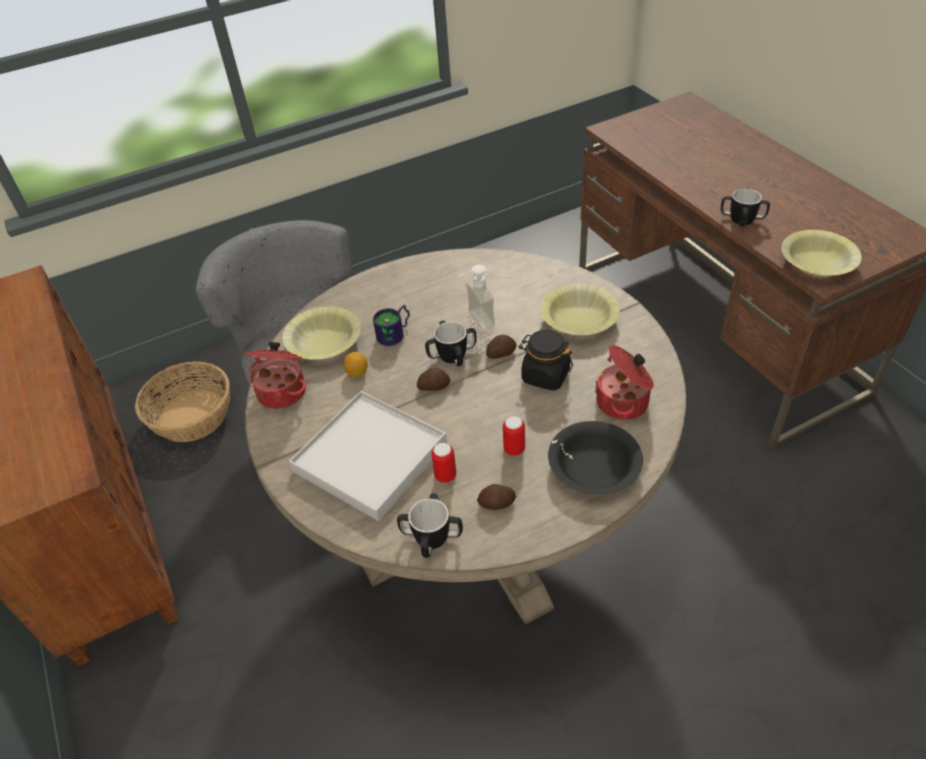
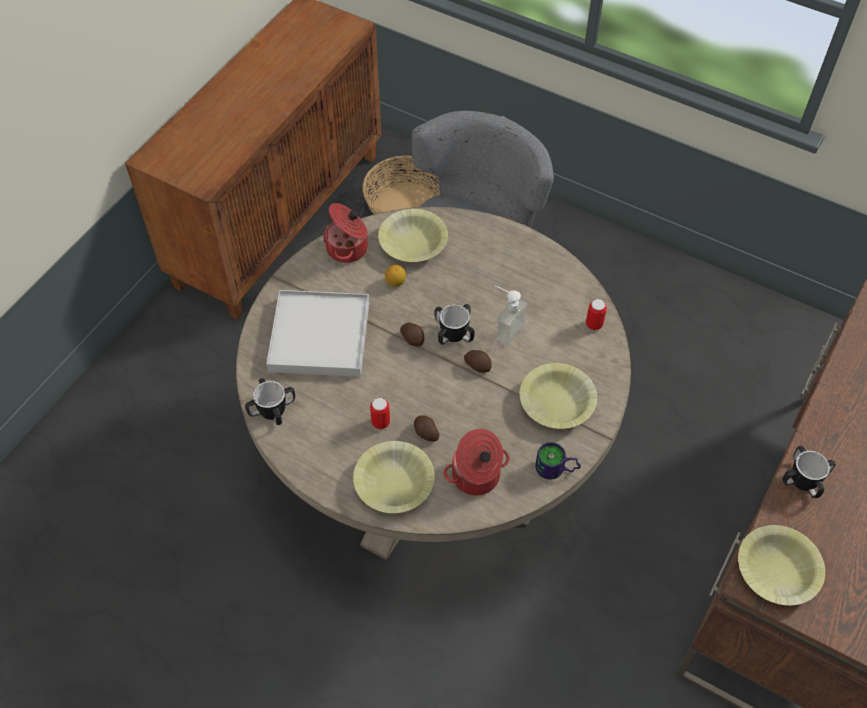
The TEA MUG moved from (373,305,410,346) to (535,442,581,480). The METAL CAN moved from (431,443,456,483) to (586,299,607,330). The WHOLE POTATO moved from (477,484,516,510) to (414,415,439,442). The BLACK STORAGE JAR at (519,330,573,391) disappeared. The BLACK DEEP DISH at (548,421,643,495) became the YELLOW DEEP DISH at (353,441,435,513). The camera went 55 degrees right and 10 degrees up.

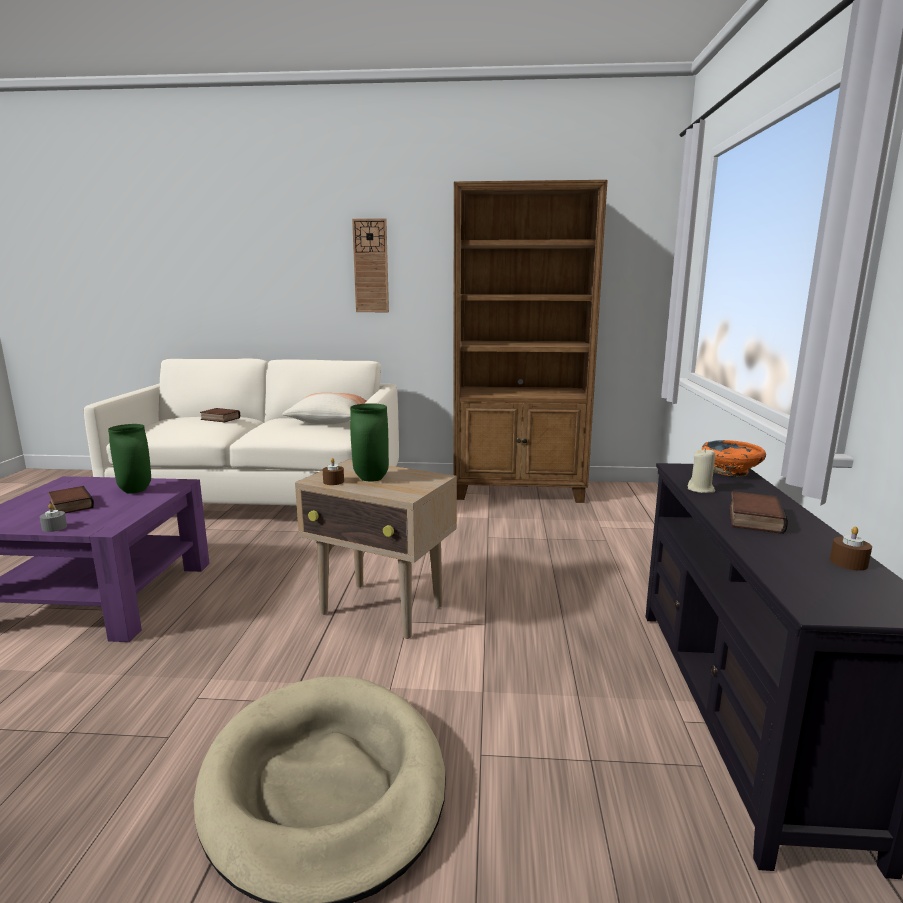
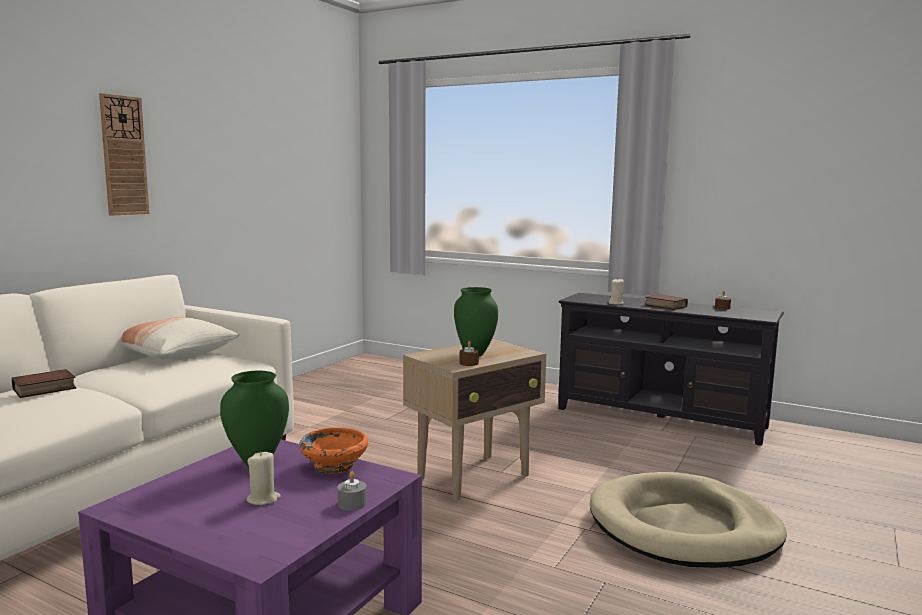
The BOOK at (48,486,94,513) was replaced by the BEIGE-COLOURED WAX LIGHT at (246,451,280,505). The BROWN SHELVING UNIT at (453,180,608,503) disappeared. The ORANGE DEEP DISH moved from (702,440,766,477) to (299,427,368,474). The camera went 65 degrees left and 5 degrees down.

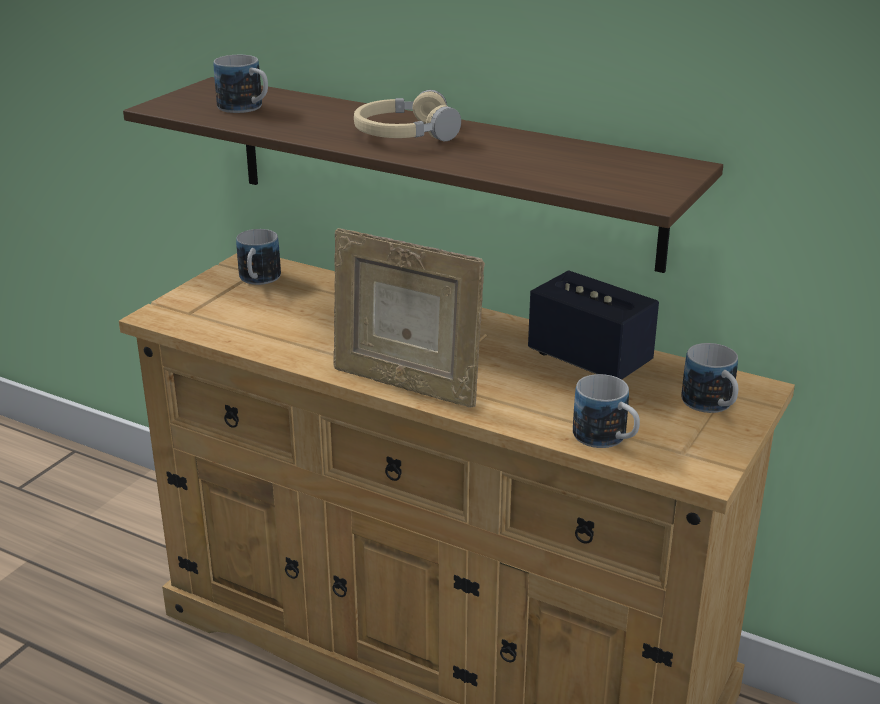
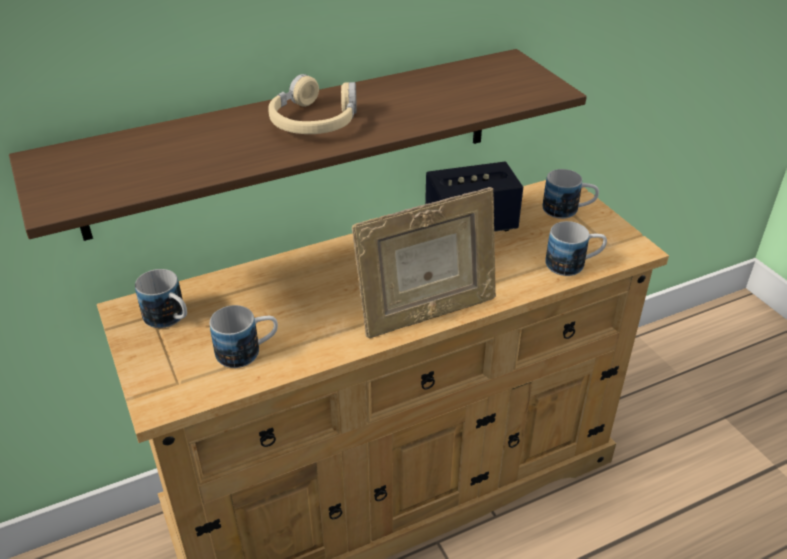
The TEA MUG moved from (214,55,268,113) to (210,305,278,368). The camera went 55 degrees left and 10 degrees up.

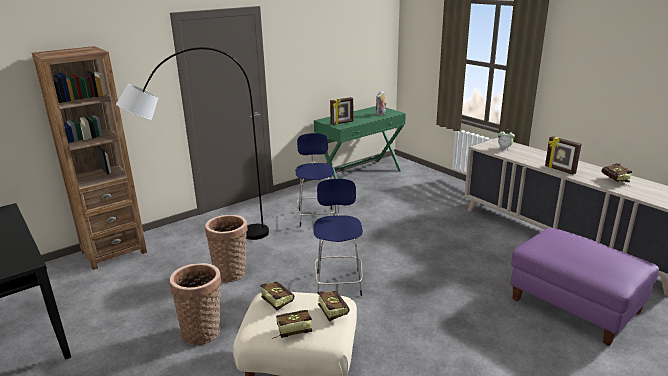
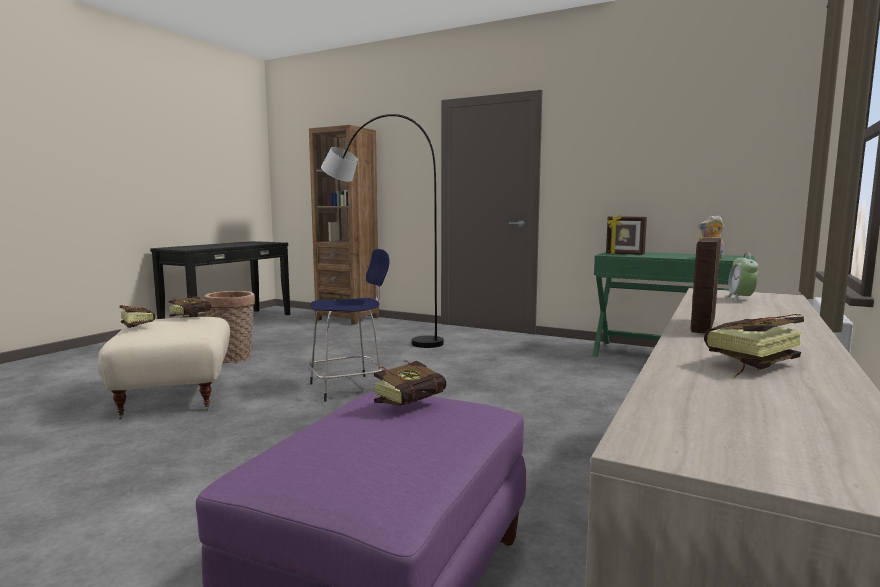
The HOUSEHOLD BASKET at (205,215,248,282) disappeared. The BLUISH SITTING STOOL at (295,133,335,227) disappeared. The BOOK moved from (318,291,350,322) to (374,360,446,406). The camera went 65 degrees right and 15 degrees down.

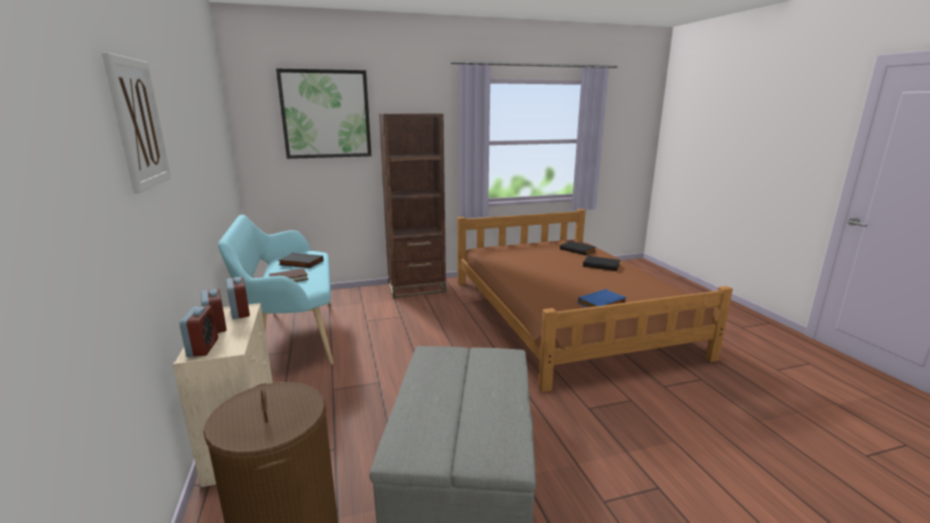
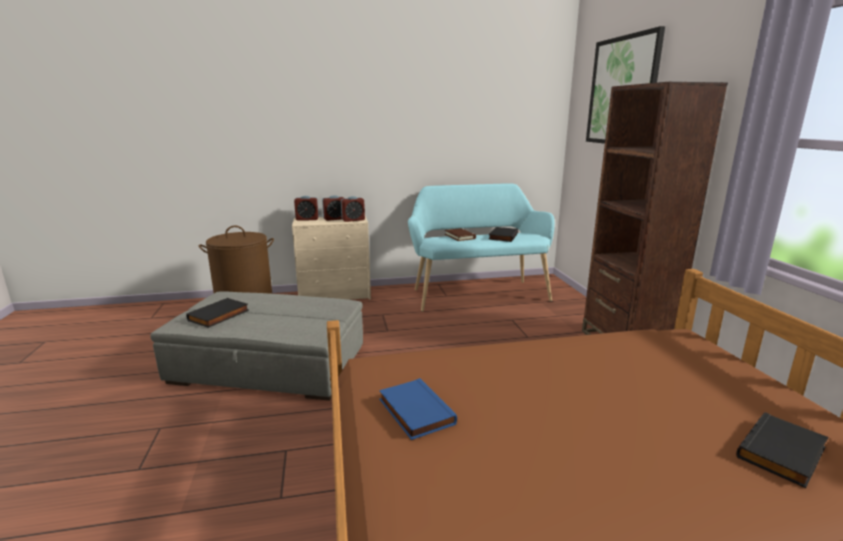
The WALL PICTURE at (102,52,171,193) disappeared. The BLACK BOOK moved from (583,256,621,271) to (186,298,249,328). The camera went 95 degrees right and 0 degrees up.

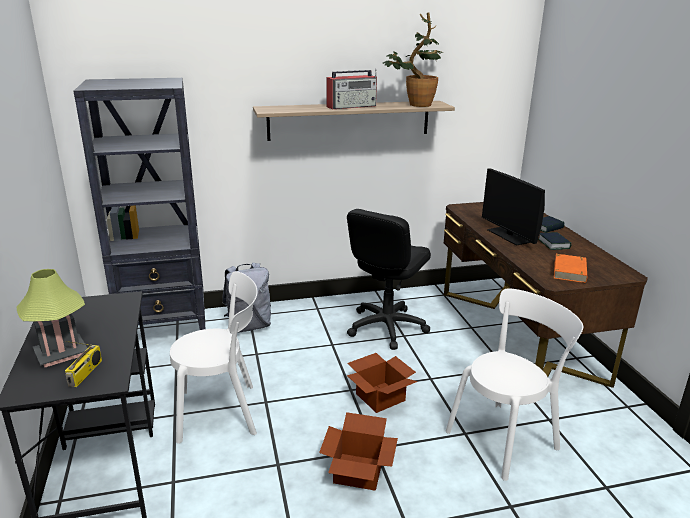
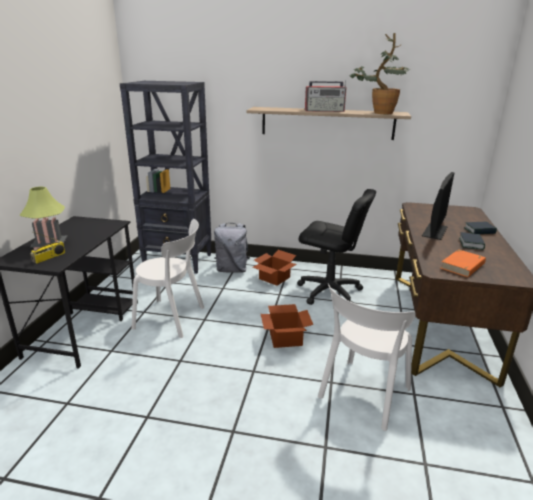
The PACKING BOX moved from (319,412,398,491) to (253,250,297,286). The BLACK COMPUTER CHAIR at (347,209,431,350) turned 120 degrees counterclockwise. The WHITISH PLAIN CHAIR at (446,288,583,481) turned 135 degrees clockwise. The COMPUTER SCREEN at (482,168,545,246) turned 150 degrees counterclockwise. The camera went 25 degrees right and 0 degrees up.

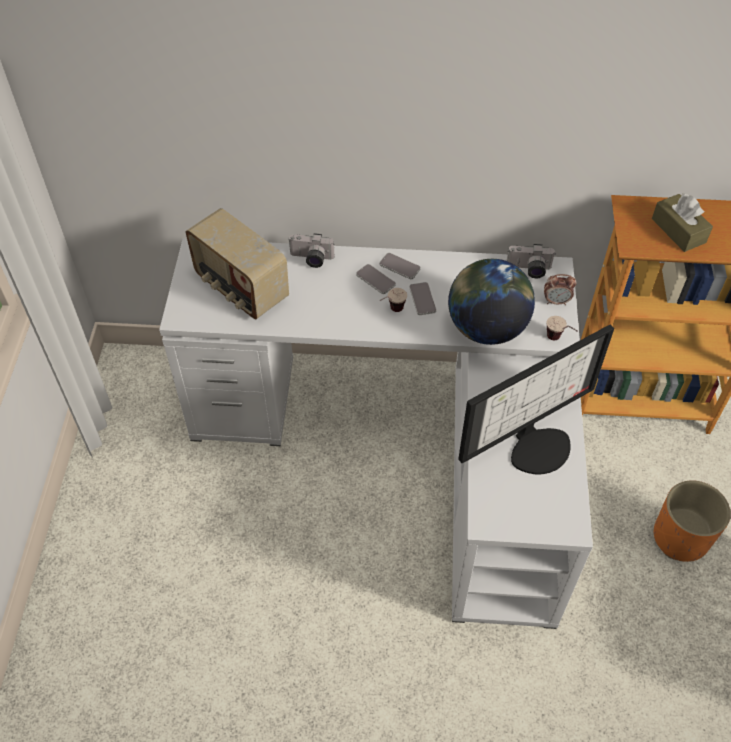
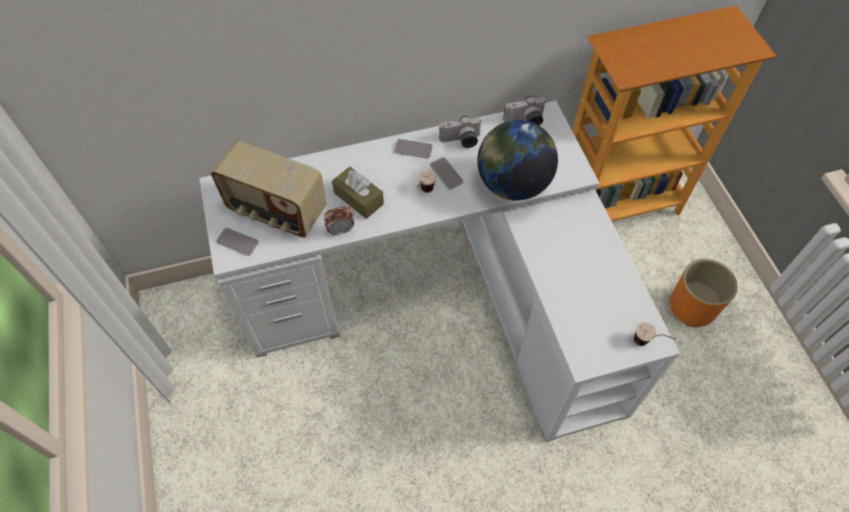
The PHOTO CAMERA moved from (289,233,335,268) to (439,116,482,148). The TELEPHONE moved from (356,264,396,294) to (216,228,259,256). The COMPUTER SCREEN at (458,325,614,475) disappeared. The TABLE CLOCK moved from (544,274,576,305) to (324,206,354,236). The SMALL CUP moved from (547,316,578,340) to (634,322,676,346). The BROWN TISSUE HOLDER moved from (652,193,713,252) to (332,167,384,219). The camera went 20 degrees left and 5 degrees up.

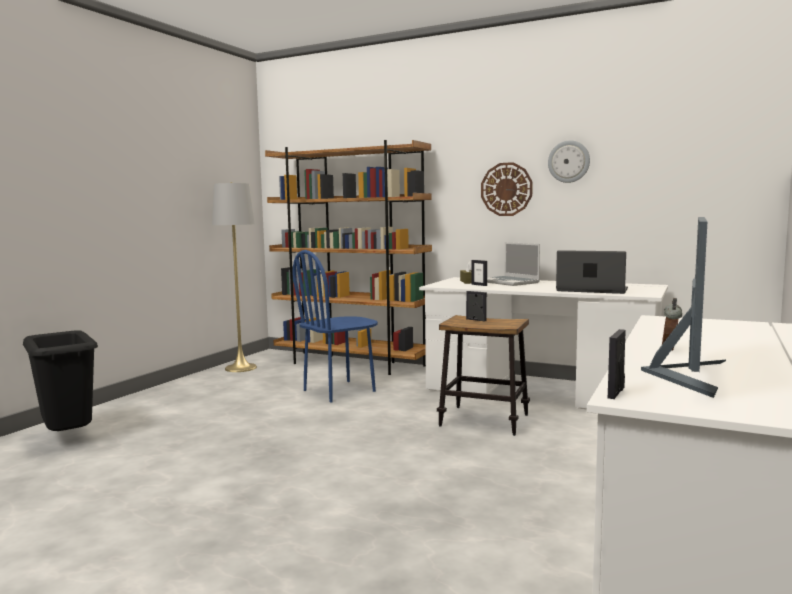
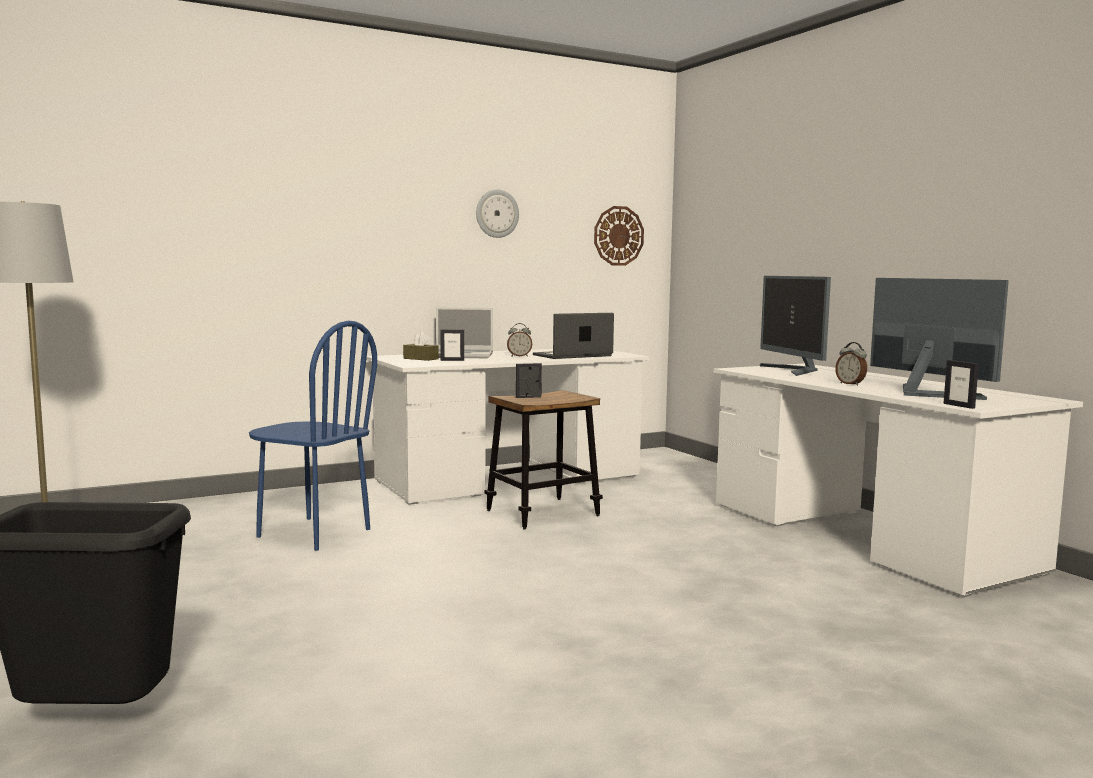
The BROWN SHELVING UNIT at (265,140,432,375) disappeared. The BLUISH PLAIN CHAIR at (292,250,378,402) turned 60 degrees counterclockwise. The HANGING CLOCK moved from (481,162,533,216) to (594,206,644,266). The TABLE CLOCK at (507,323,532,357) appeared. The COMPUTER SCREEN at (760,276,831,376) appeared. The camera went 55 degrees left and 0 degrees up.

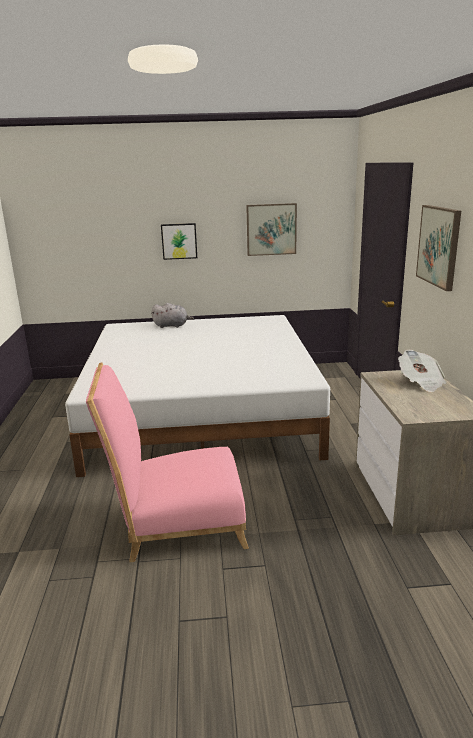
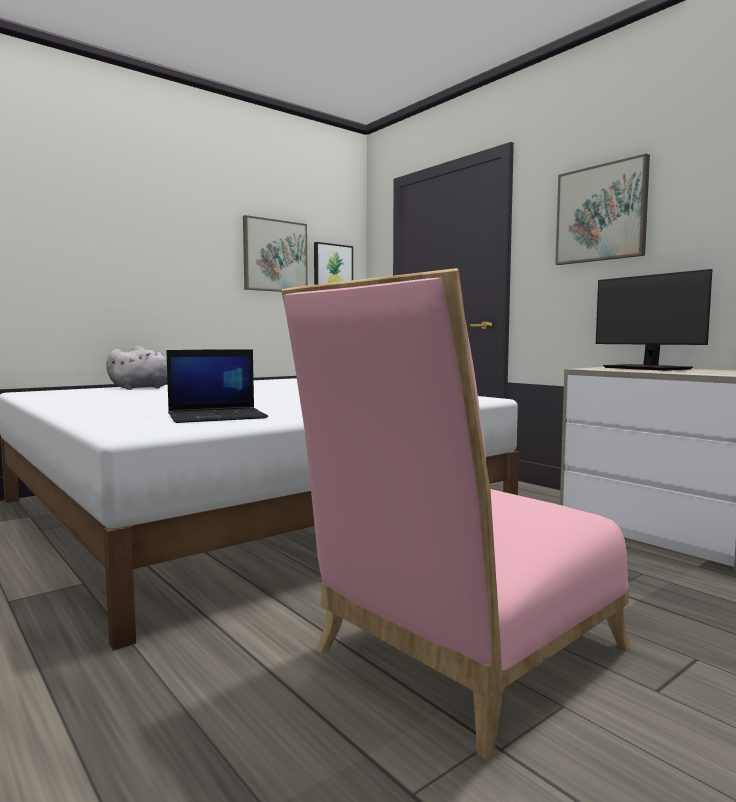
The WALL PICTURE moved from (161,223,197,260) to (314,242,353,285). The DAILY PAPER at (398,350,447,392) was replaced by the COMPUTER SCREEN at (596,269,712,371). The LAPTOP at (166,349,268,423) appeared. The camera went 35 degrees left and 15 degrees down.

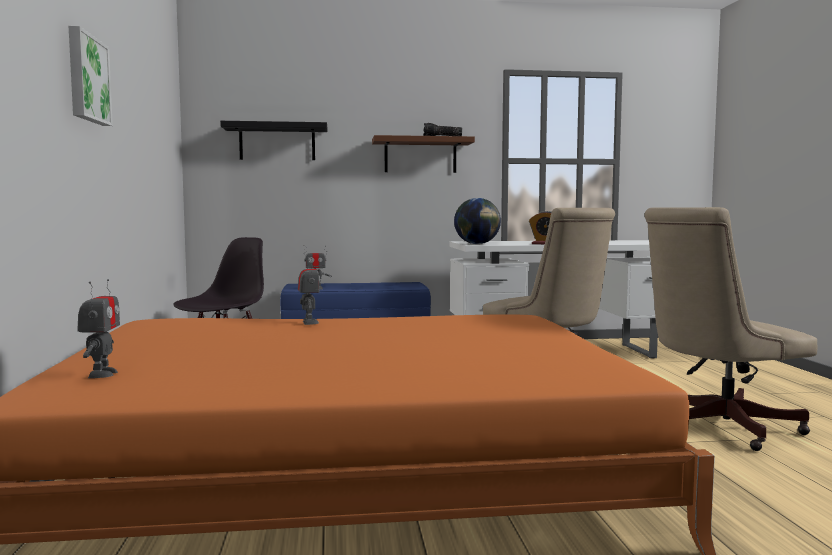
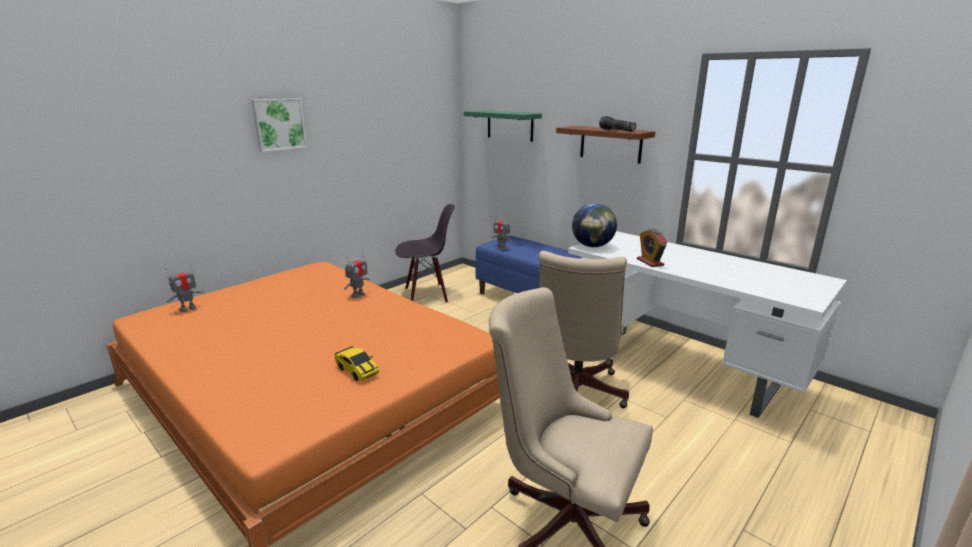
The BLACK WALL SHELF at (220,121,327,160) became the GREEN-COLOURED WALL SHELF at (464,110,542,142). The MINIATURE CAR at (334,346,379,381) appeared. The camera went 50 degrees right and 15 degrees up.

